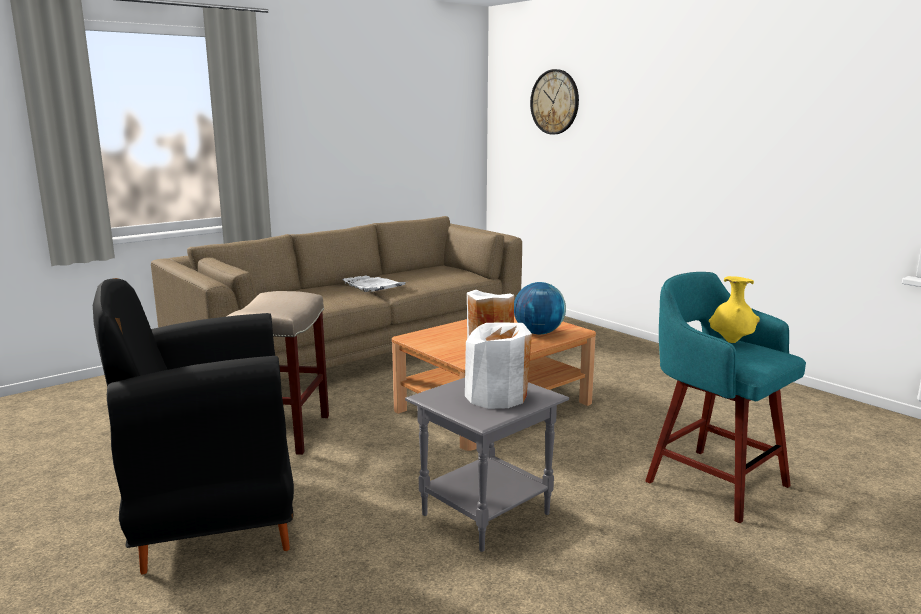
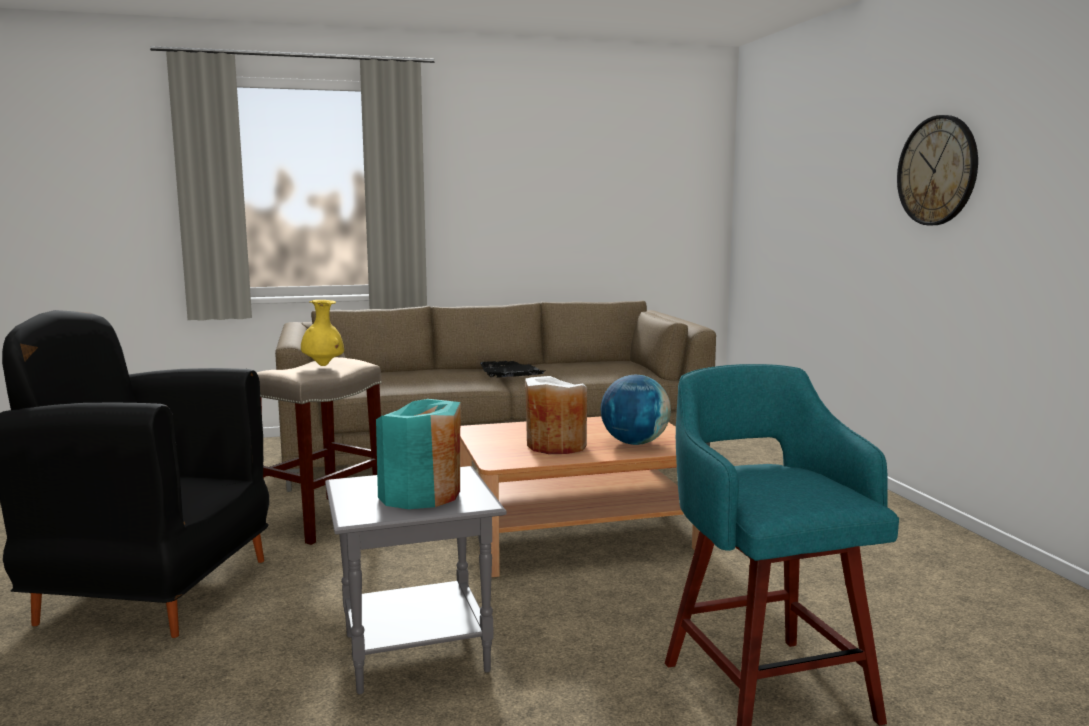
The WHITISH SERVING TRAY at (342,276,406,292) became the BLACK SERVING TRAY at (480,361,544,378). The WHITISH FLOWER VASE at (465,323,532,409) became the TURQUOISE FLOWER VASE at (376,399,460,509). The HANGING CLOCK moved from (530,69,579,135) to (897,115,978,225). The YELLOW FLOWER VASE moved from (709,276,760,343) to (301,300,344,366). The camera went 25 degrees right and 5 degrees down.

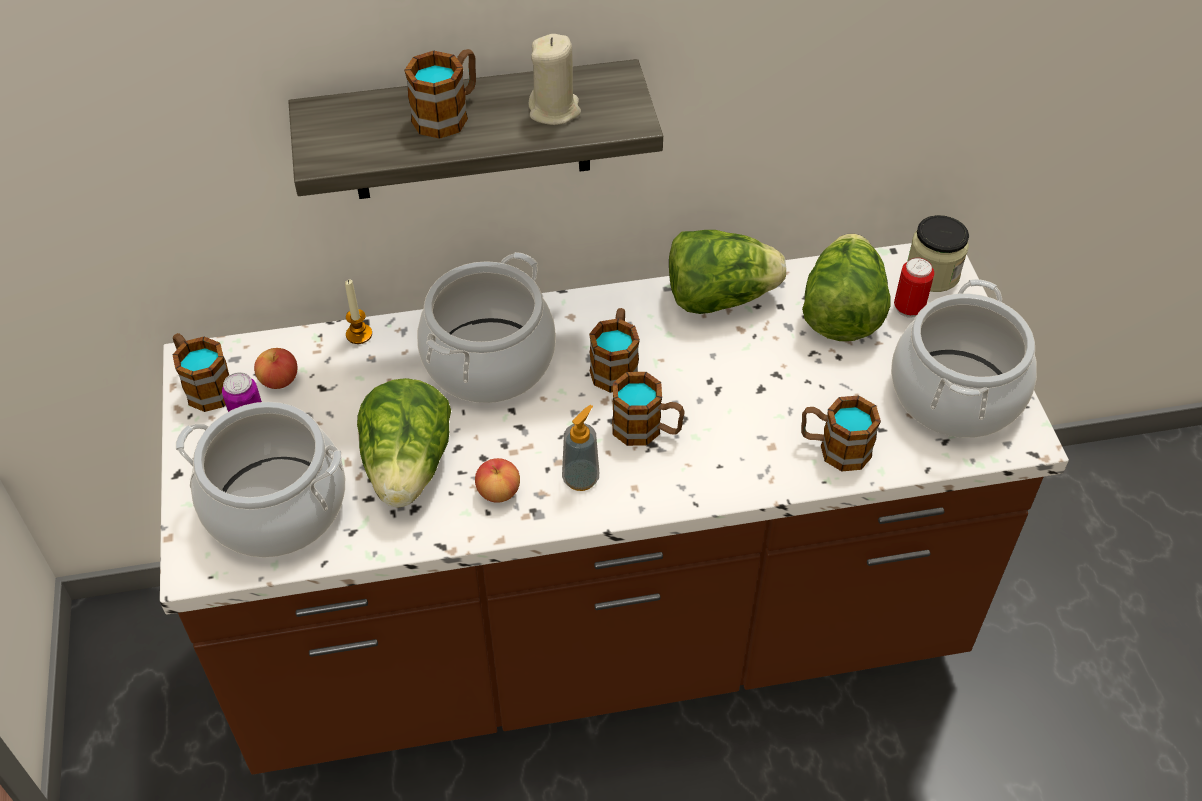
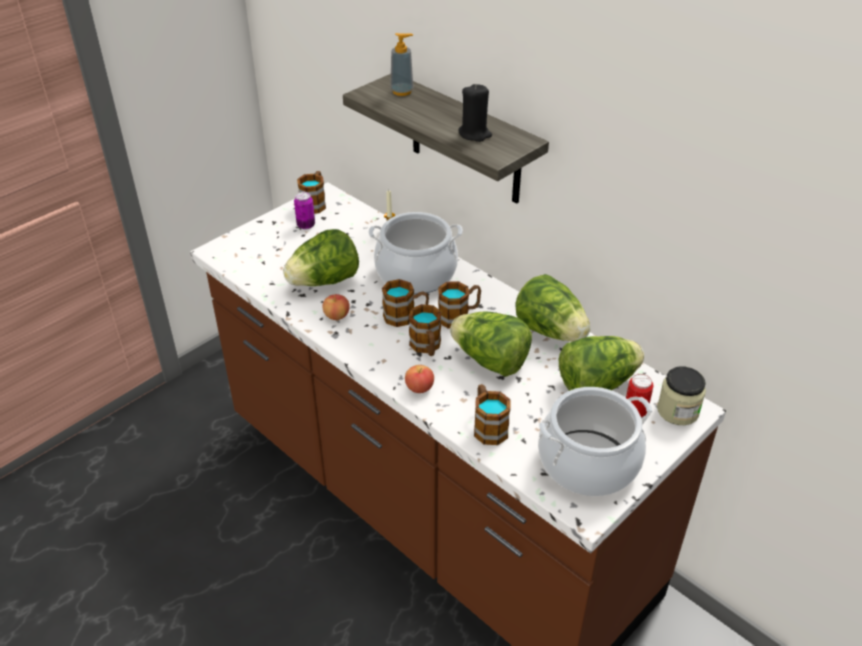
The STOCKPOT at (176,402,345,558) disappeared. The WHOLE APPLE moved from (254,348,298,389) to (405,365,434,393). The TEA MUG moved from (404,49,476,139) to (382,279,429,327). The BEIGE-COLOURED WAX LIGHT at (528,34,581,125) became the BLACK WAX LIGHT at (458,84,492,142). The SOAP DISPENSER moved from (562,405,599,491) to (390,33,414,96). The HEAD OF LETTUCE at (450,311,532,377) appeared. The camera went 55 degrees right and 10 degrees down.

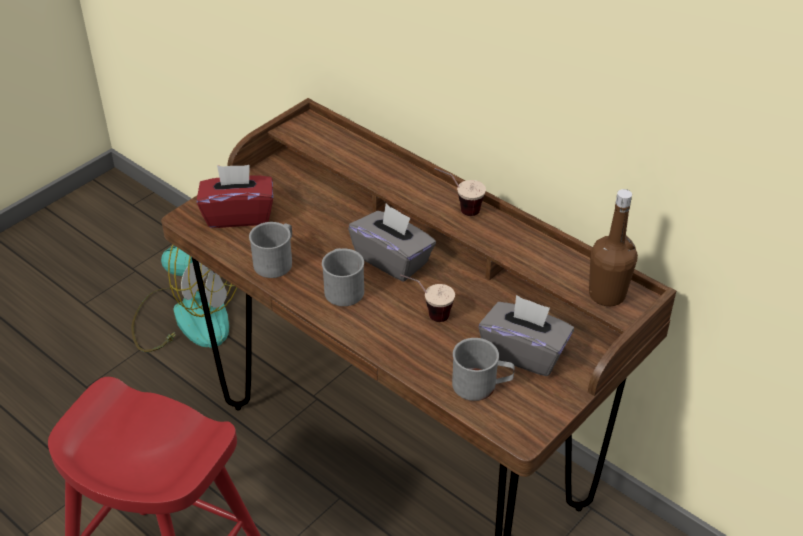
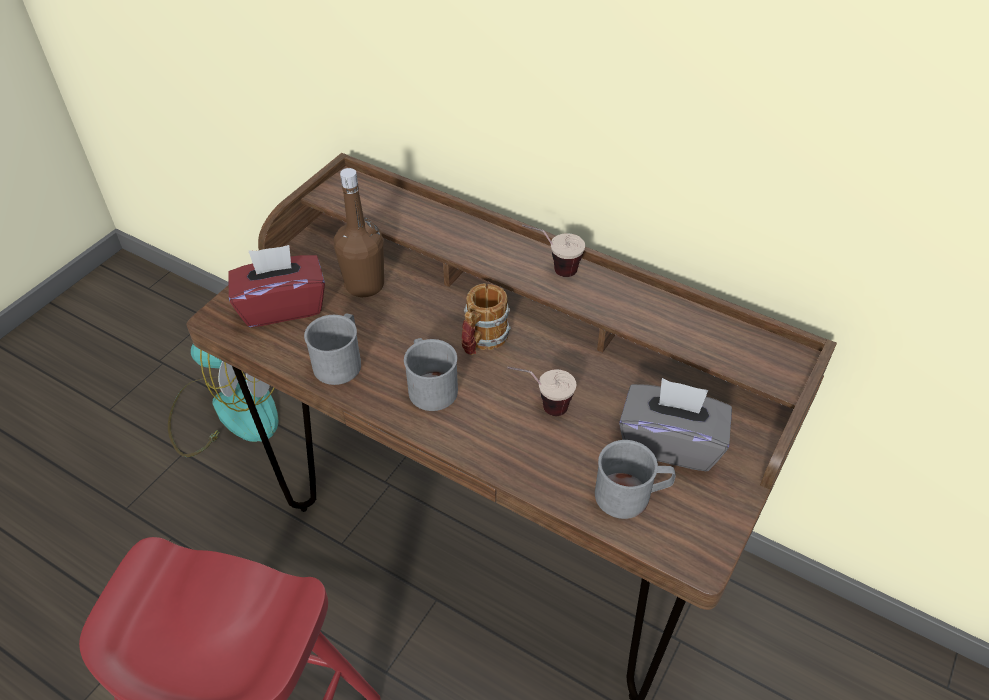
The GRAY TISSUE HOLDER at (348,204,436,282) was replaced by the TEA MUG at (462,283,511,355). The BROWN BEVERAGE BOTTLE moved from (589,189,638,306) to (334,168,384,297). The camera went 10 degrees left and 5 degrees up.

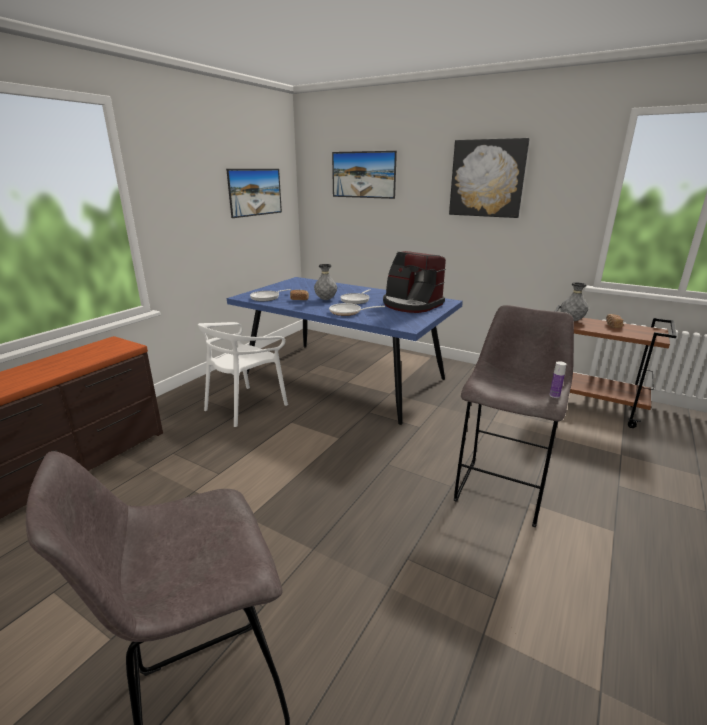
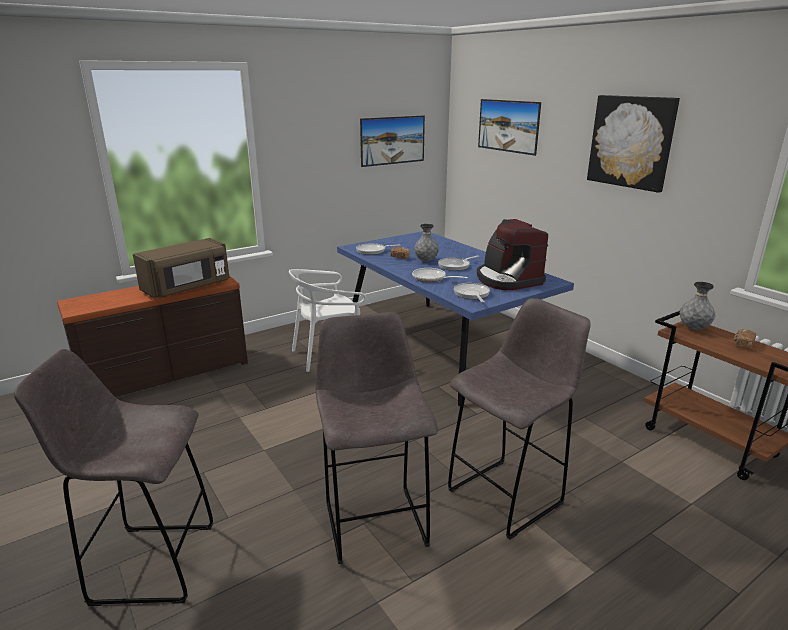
The BEVERAGE BOTTLE at (550,361,566,398) disappeared. The BROWN MICROWAVE OVEN at (133,238,230,298) appeared. The GRAY SITTING STOOL at (316,312,438,564) appeared. The FRYING PAN at (454,283,490,303) appeared. The camera went 25 degrees right and 0 degrees up.

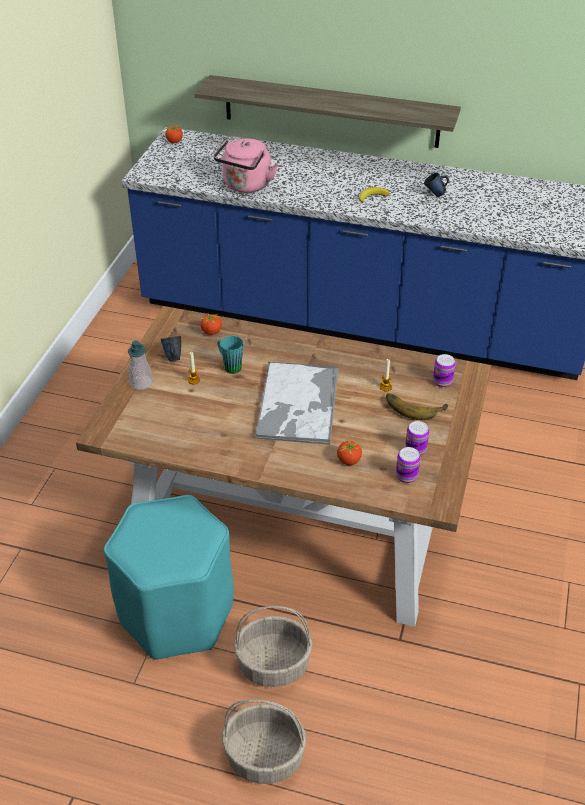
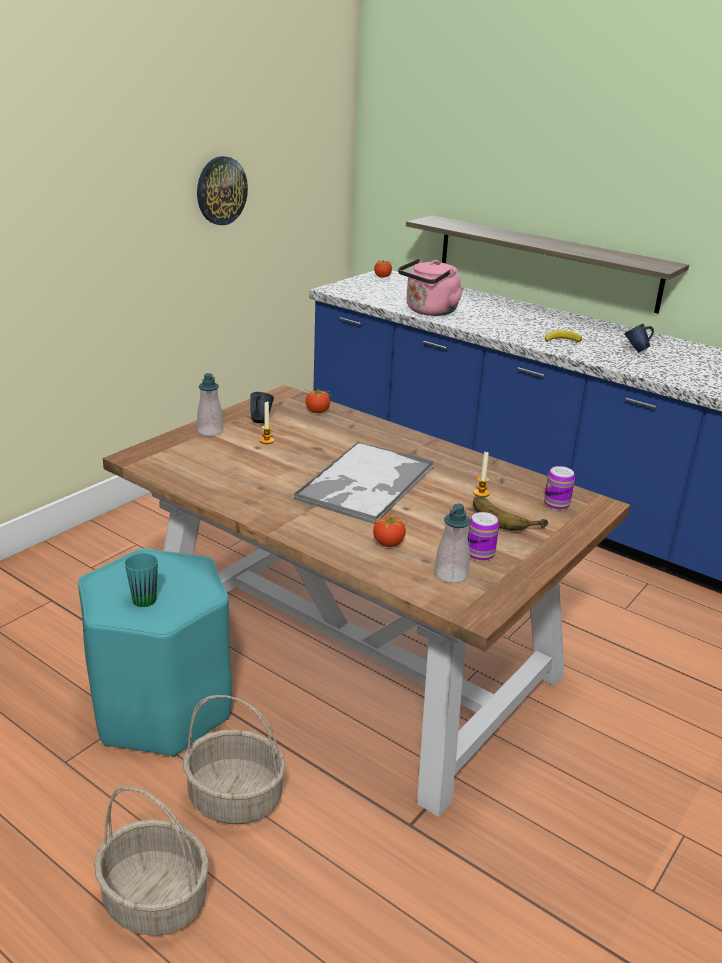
The TURQUOISE TEA MUG moved from (217,336,243,374) to (125,553,158,607). The METAL CAN at (396,447,420,483) was replaced by the SOAP DISPENSER at (435,503,470,583). The HANGING CLOCK at (197,156,248,225) appeared. The camera went 20 degrees right and 15 degrees down.

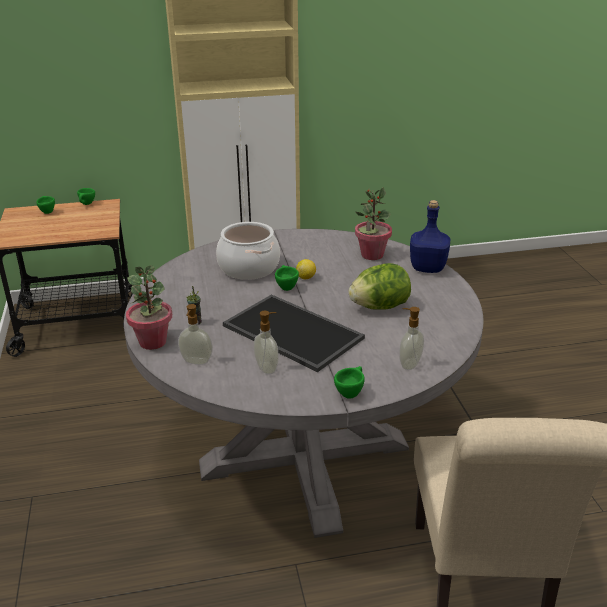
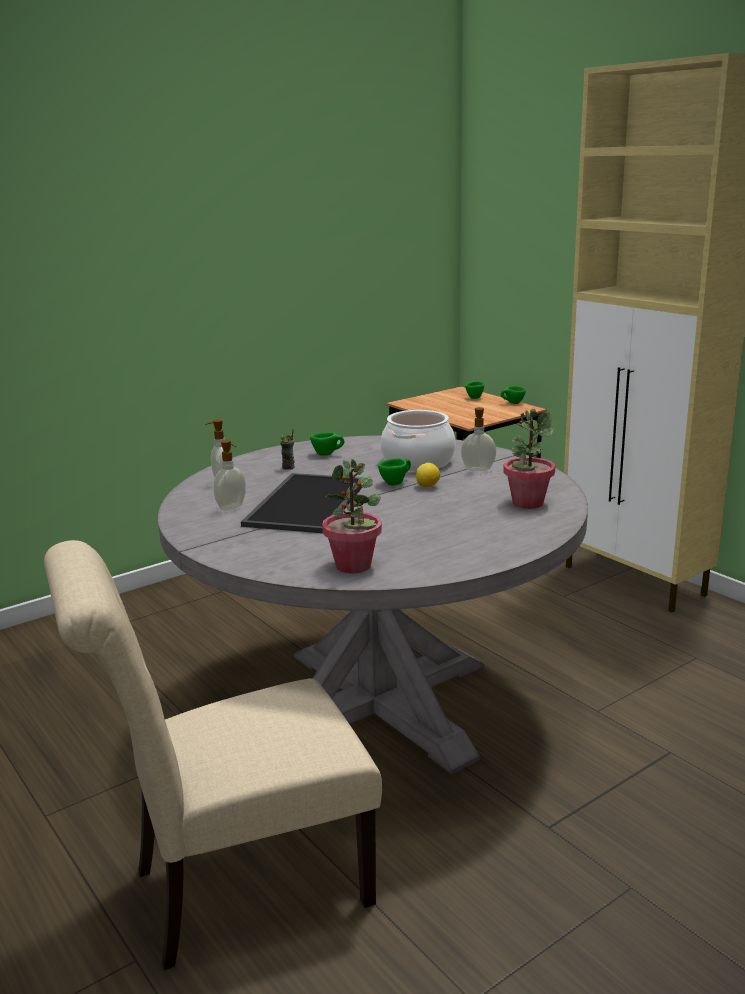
The HOUSEPLANT moved from (126,265,172,350) to (322,459,382,573). The GREEN-COLOURED SMALL CUP moved from (334,366,365,399) to (310,432,344,456). The HEAD OF LETTUCE at (349,263,411,310) disappeared. The SOAP DISPENSER moved from (399,307,424,370) to (461,407,496,471). The BLUISH BEVERAGE BOTTLE at (410,200,450,273) disappeared. The camera went 65 degrees right and 10 degrees down.

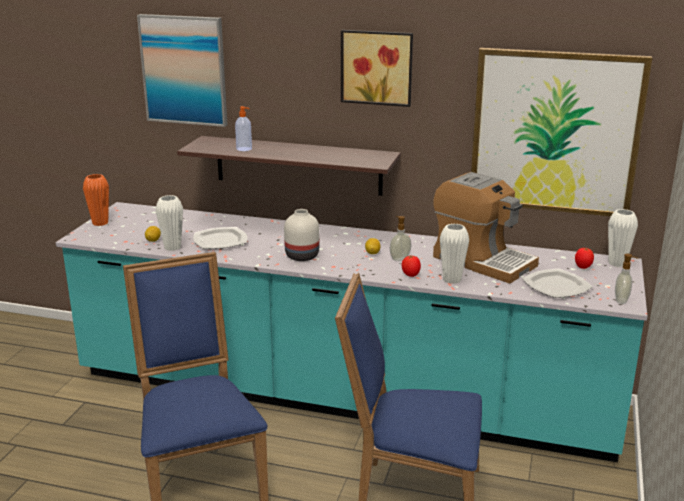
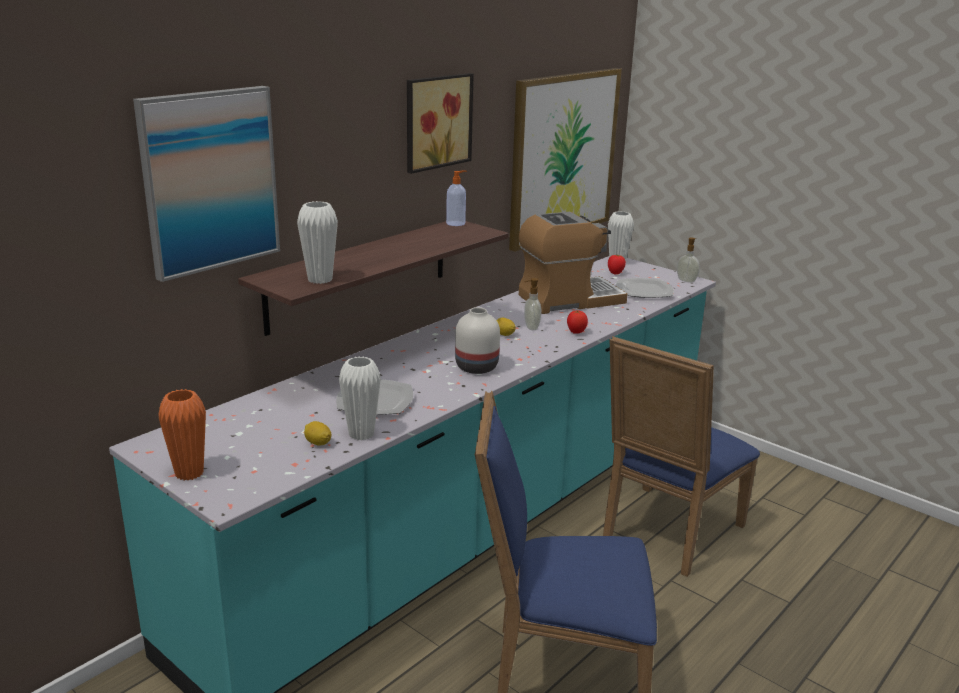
The SOAP DISPENSER moved from (235,106,252,151) to (446,170,467,226). The WHITISH FLOWER VASE moved from (440,224,469,284) to (297,201,338,284). The camera went 65 degrees left and 0 degrees up.

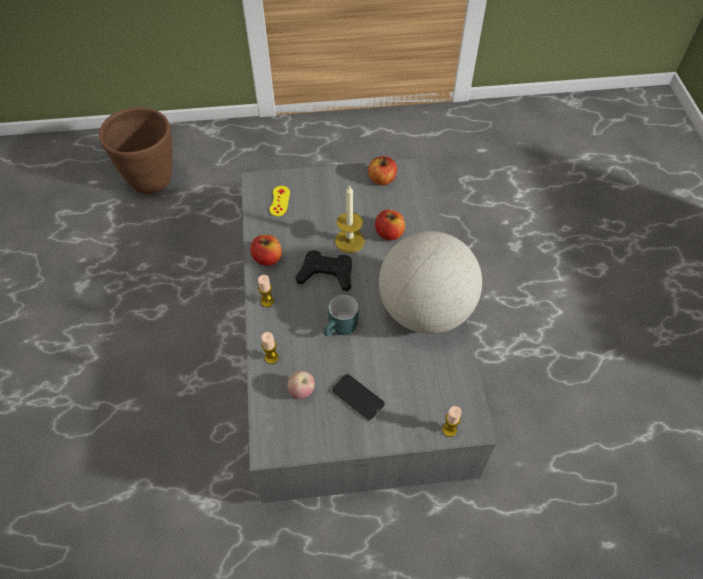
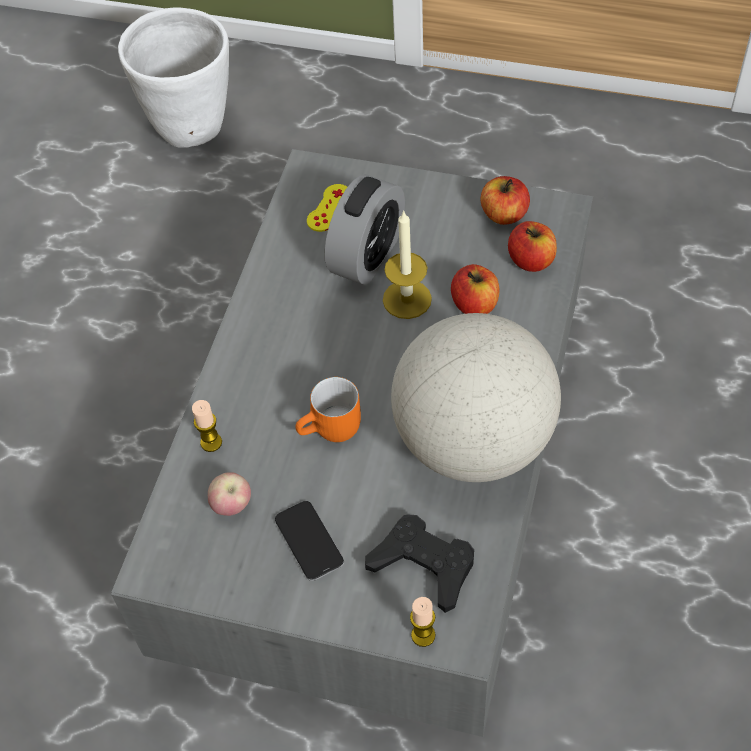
The BROWN PLANTER at (99,107,173,195) became the WHITISH PLANTER at (118,8,229,148). The WHOLE APPLE moved from (250,235,282,266) to (508,221,557,272). The WAX LIGHT at (258,275,274,307) disappeared. The BLACK GAME CONTROLLER moved from (295,250,352,291) to (365,514,474,613). The TURQUOISE TEA MUG at (324,295,359,336) became the ORANGE TEA MUG at (295,377,361,442). The TABLE CLOCK at (325,174,405,285) appeared. The camera went 25 degrees right and 0 degrees up.

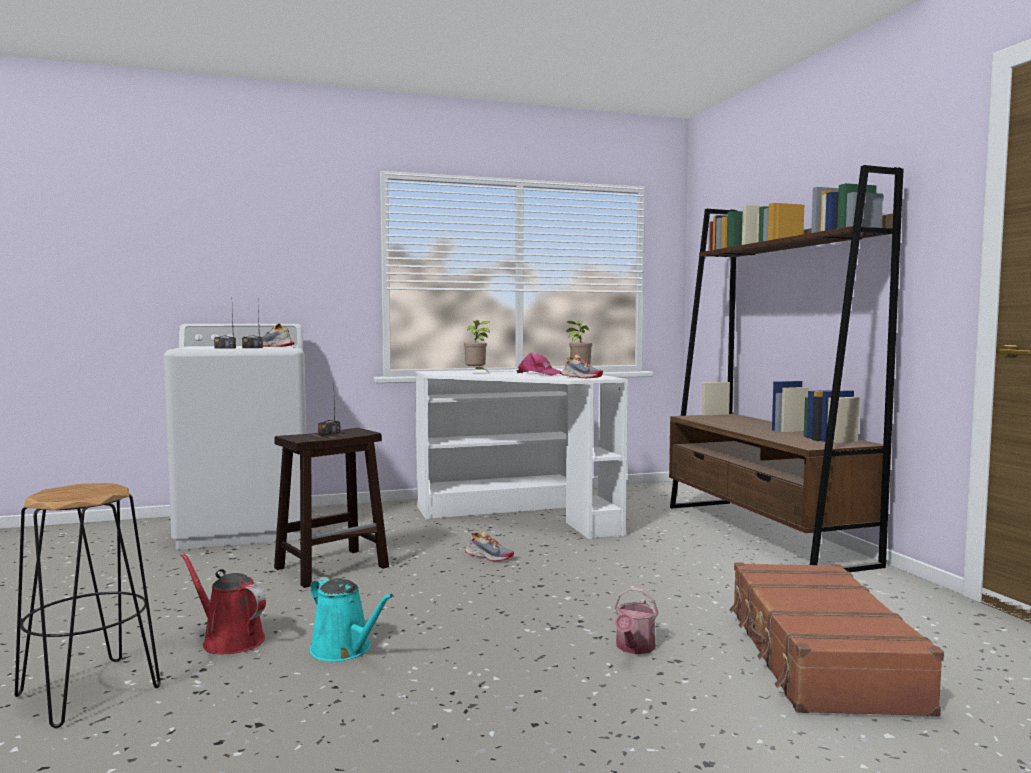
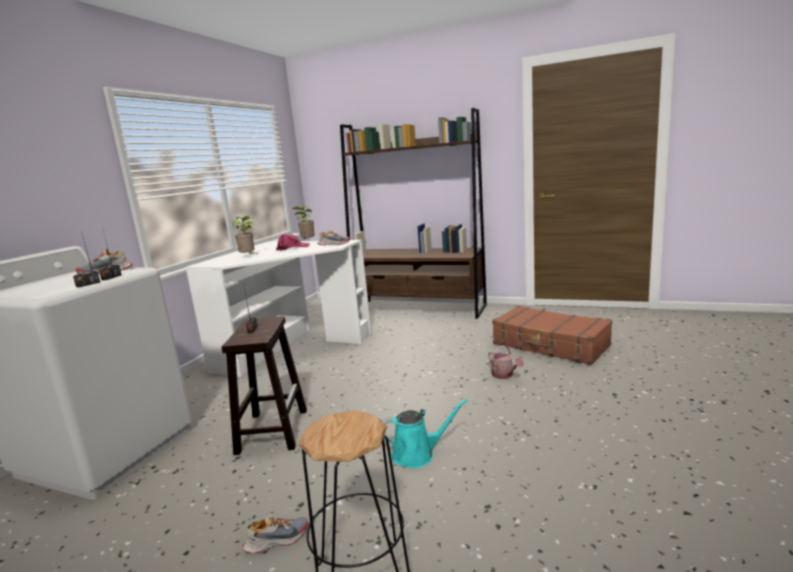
The REDDISH WATERING CAN at (180,553,266,654) disappeared. The SHOE moved from (465,531,514,561) to (243,517,308,554). The camera went 50 degrees left and 10 degrees up.

